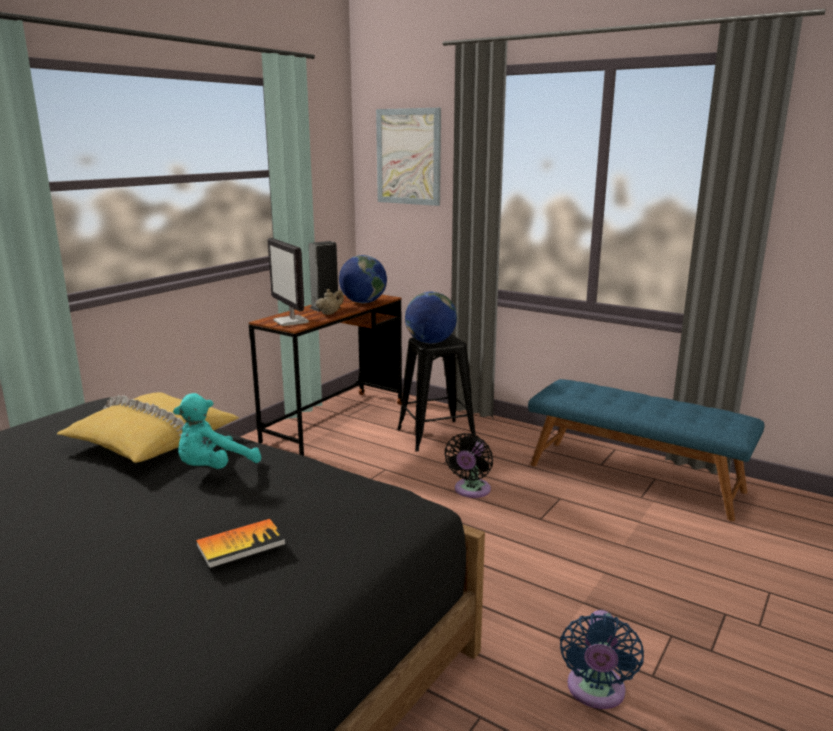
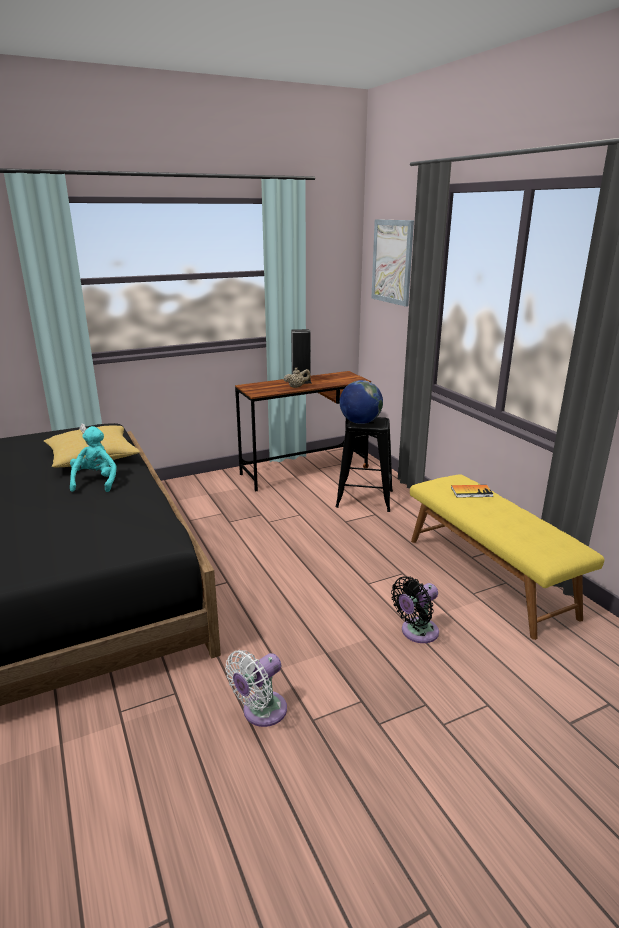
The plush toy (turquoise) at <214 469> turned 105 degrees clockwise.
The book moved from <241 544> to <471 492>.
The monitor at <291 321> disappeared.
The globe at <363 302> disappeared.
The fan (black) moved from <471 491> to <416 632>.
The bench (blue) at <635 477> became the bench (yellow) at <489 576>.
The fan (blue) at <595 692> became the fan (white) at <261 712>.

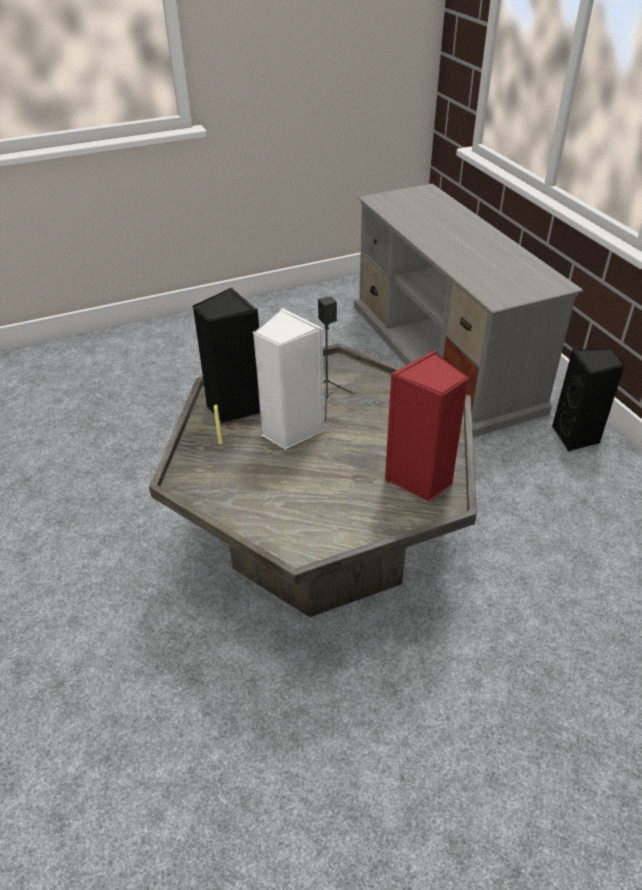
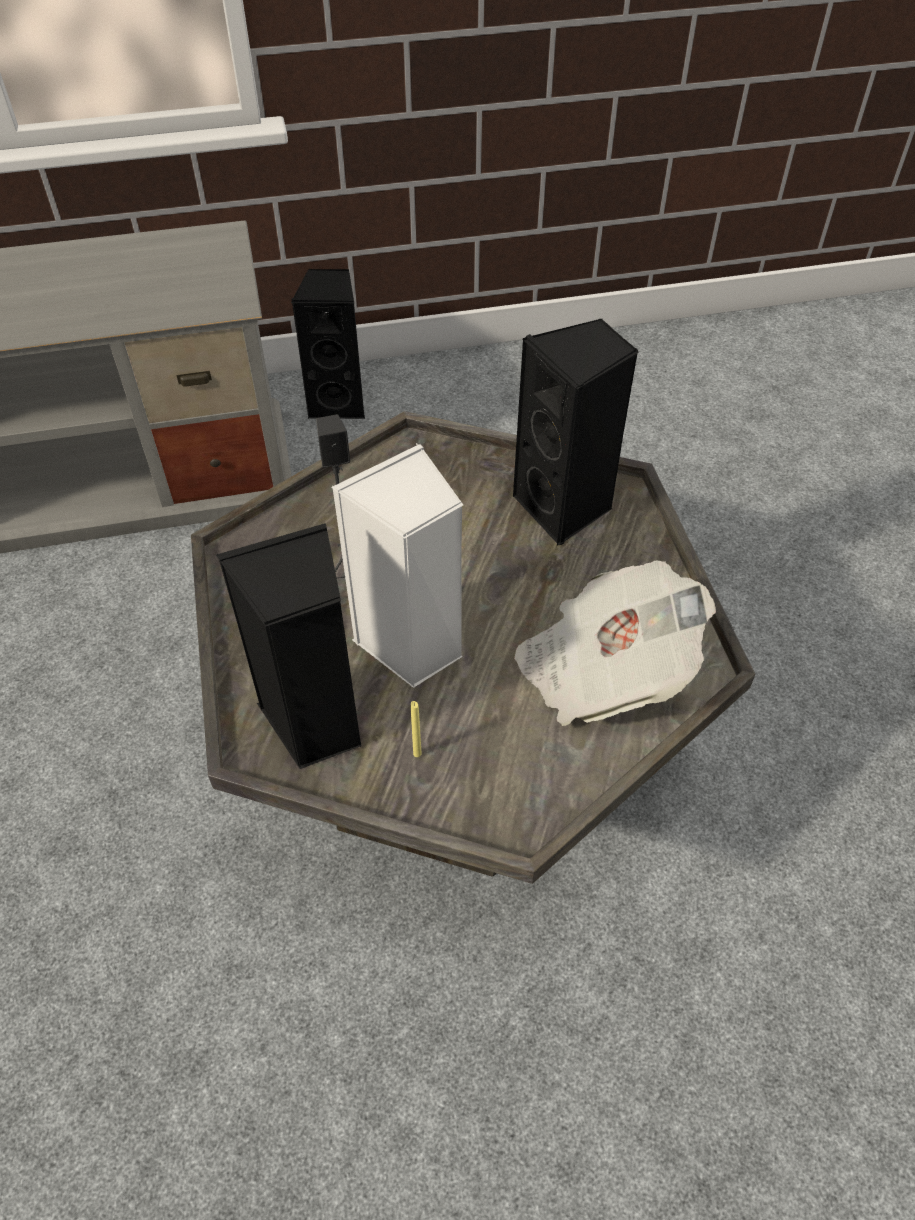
The speaker (red) at <420 480> became the speaker (black) at <565 508>.
The newspaper at <604 670> appeared.

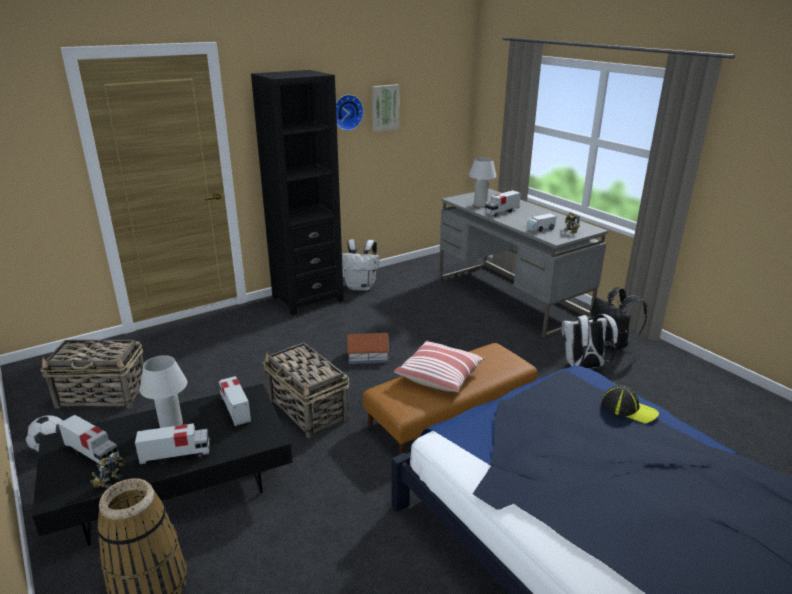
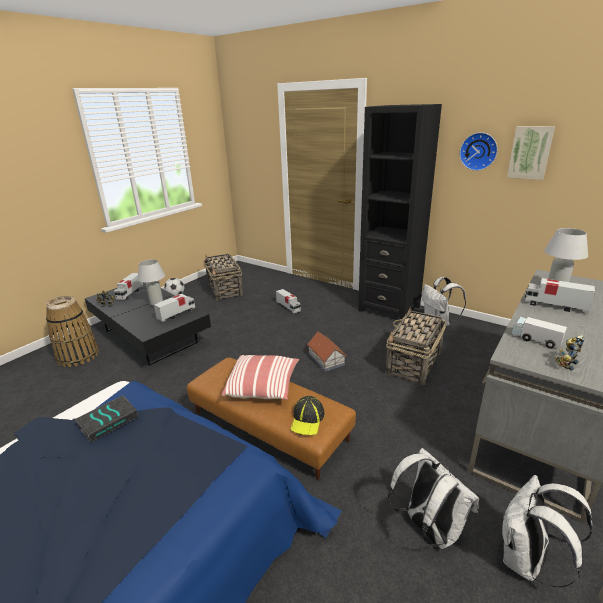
The toy truck moved from <176 455> to <288 308>.
The basket moved from <308 409> to <413 363>.
The backpack (black) at <612 345> became the backpack (white) at <526 561>.
The cap moved from <628 409> to <307 419>.
The book at <108 420> appeared.

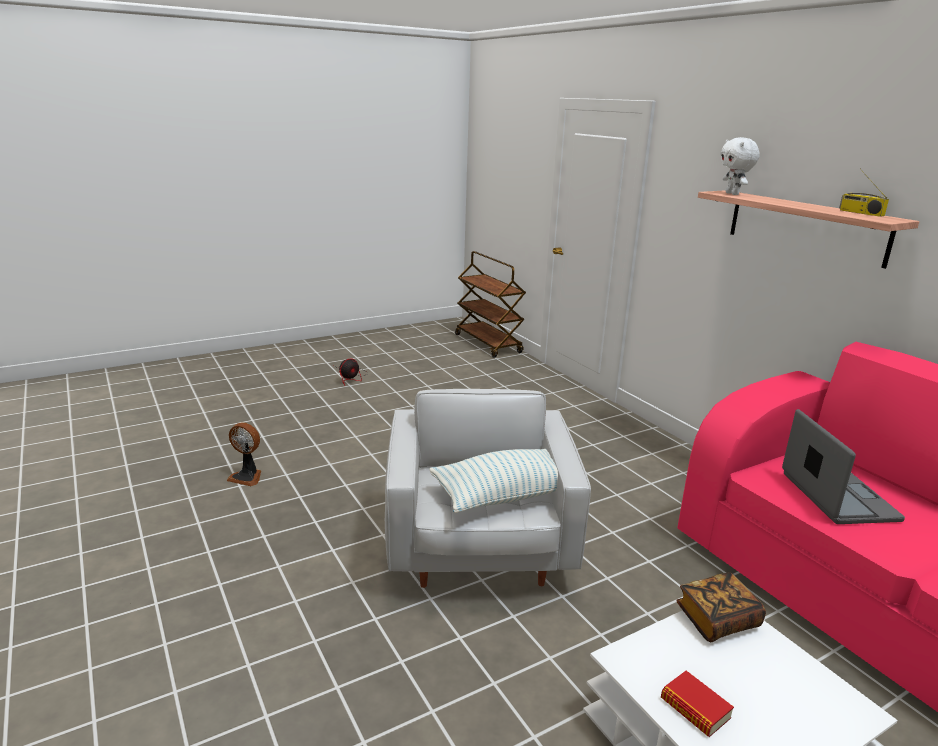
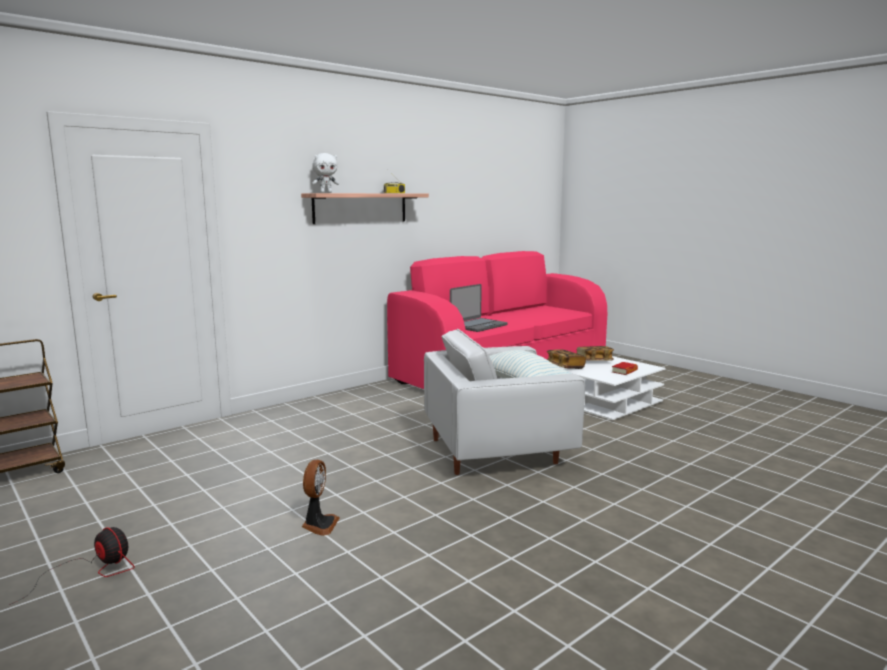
The fan moved from <247 477> to <319 525>.
The laptop at <837 497> turned 150 degrees clockwise.
The book at <594 361> appeared.

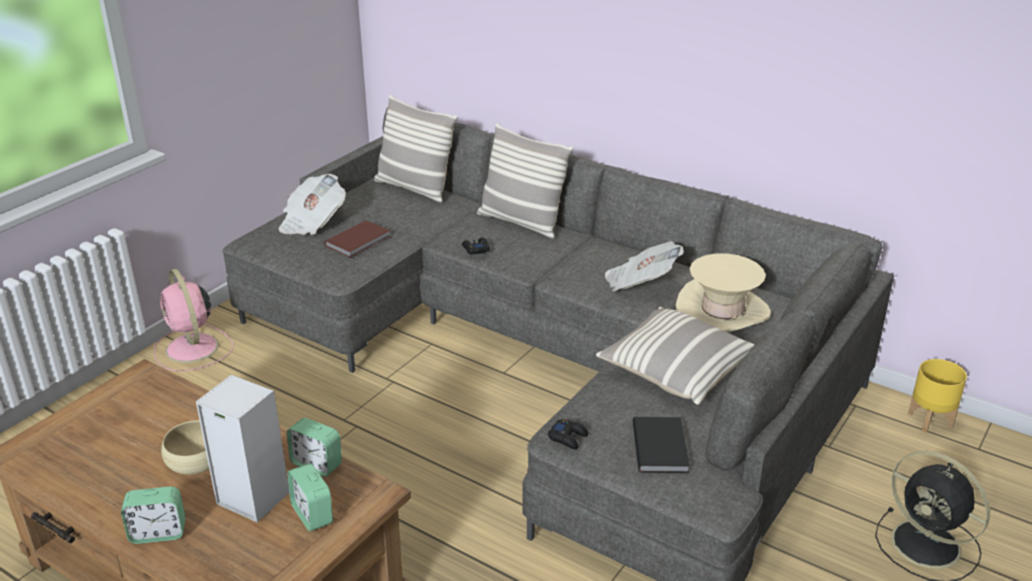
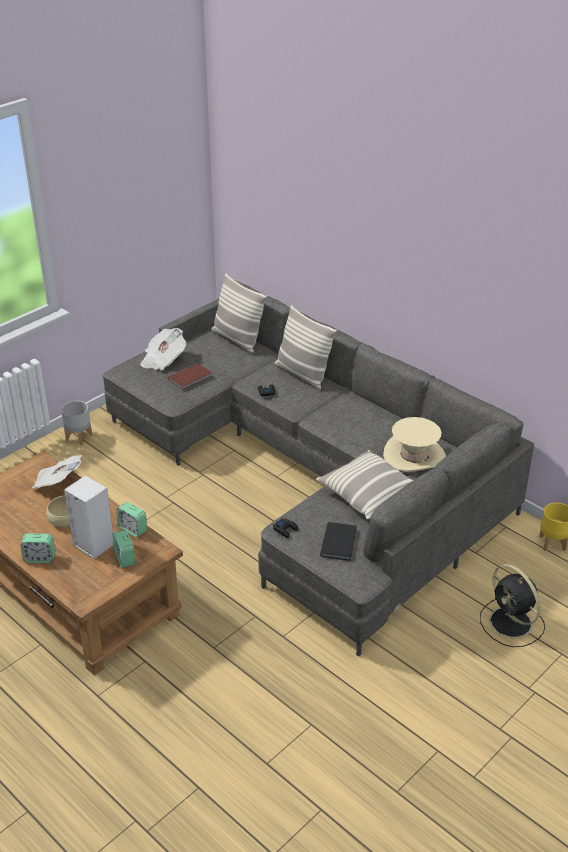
The fan (pink) at <193 349> was replaced by the planter (grey) at <79 437>.
The newspaper moved from <640 283> to <58 482>.

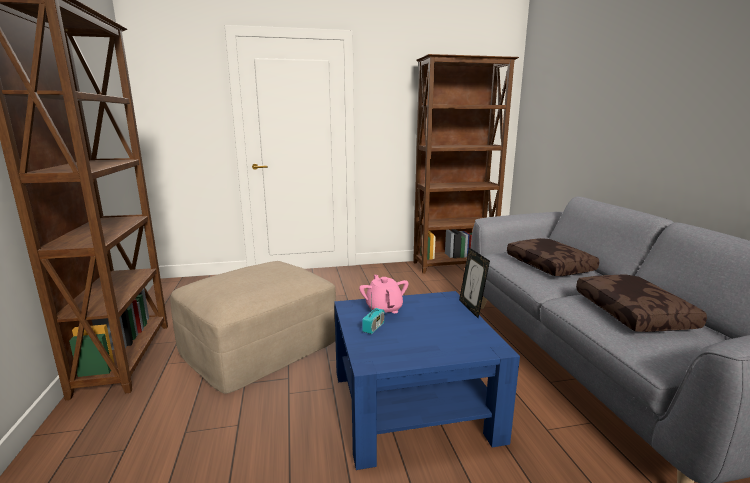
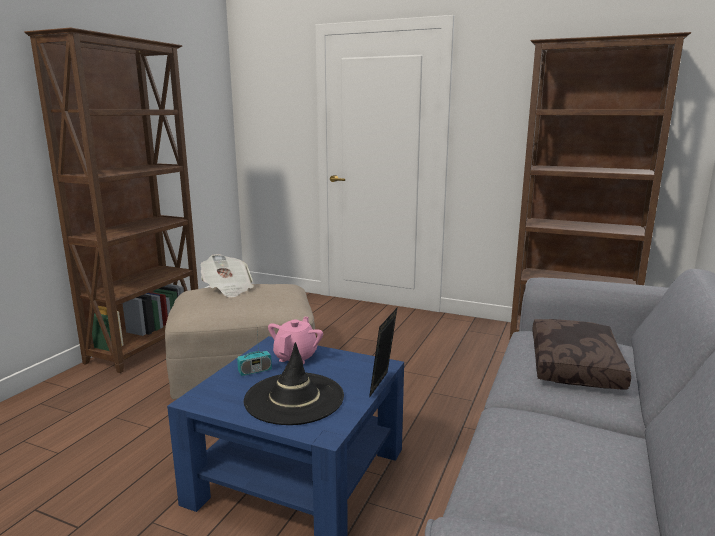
The pillow (brown) at <634 313> disappeared.
The newspaper at <228 289> appeared.
The hat (black) at <294 398> appeared.

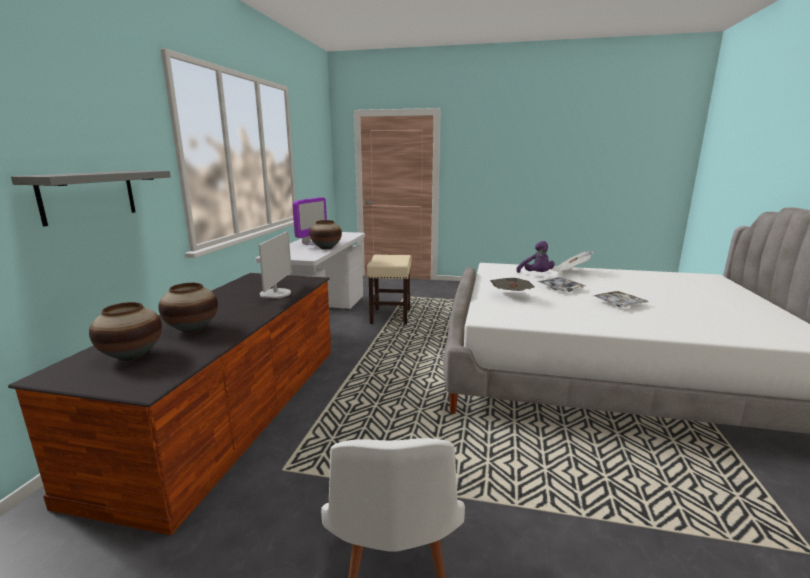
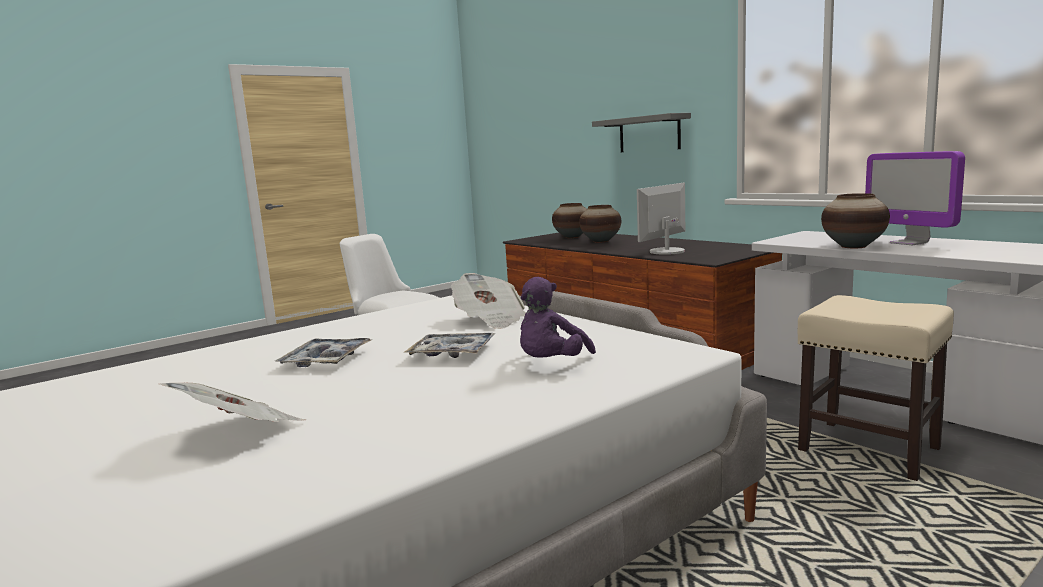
The monitor at <276 294> turned 90 degrees clockwise.
The plush toy (purple) at <536 275> turned 75 degrees counterclockwise.
The newspaper moved from <570 271> to <241 433>.

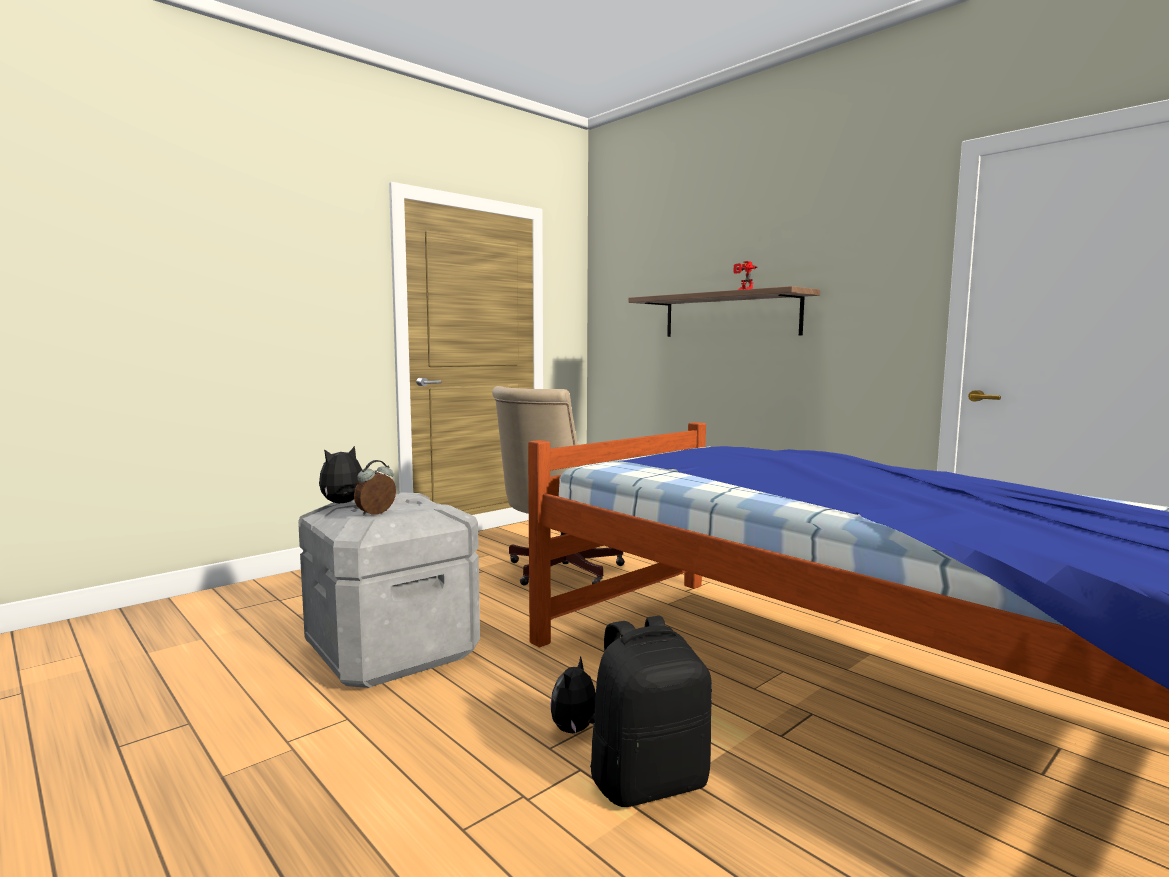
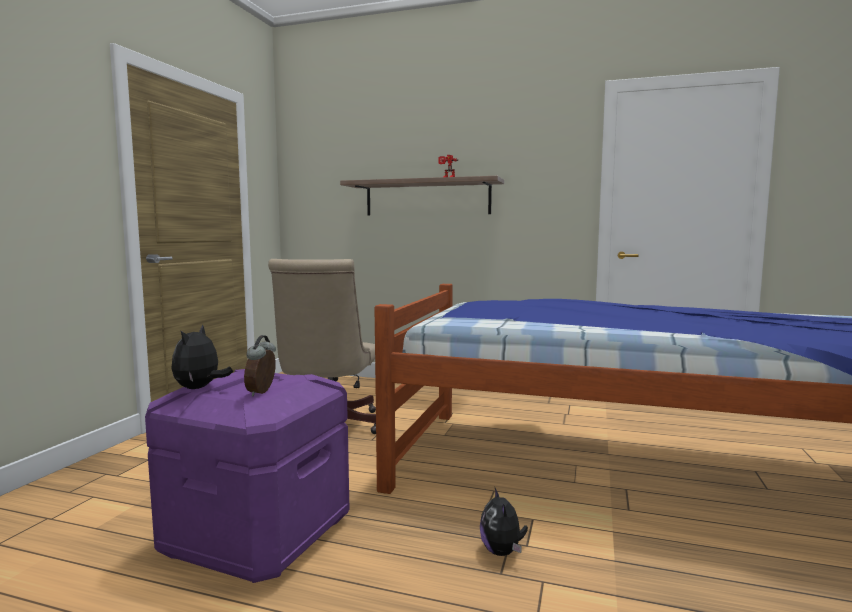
The storage box (grey) at <392 652> became the storage box (purple) at <257 536>.
The backpack (black) at <648 781> disappeared.

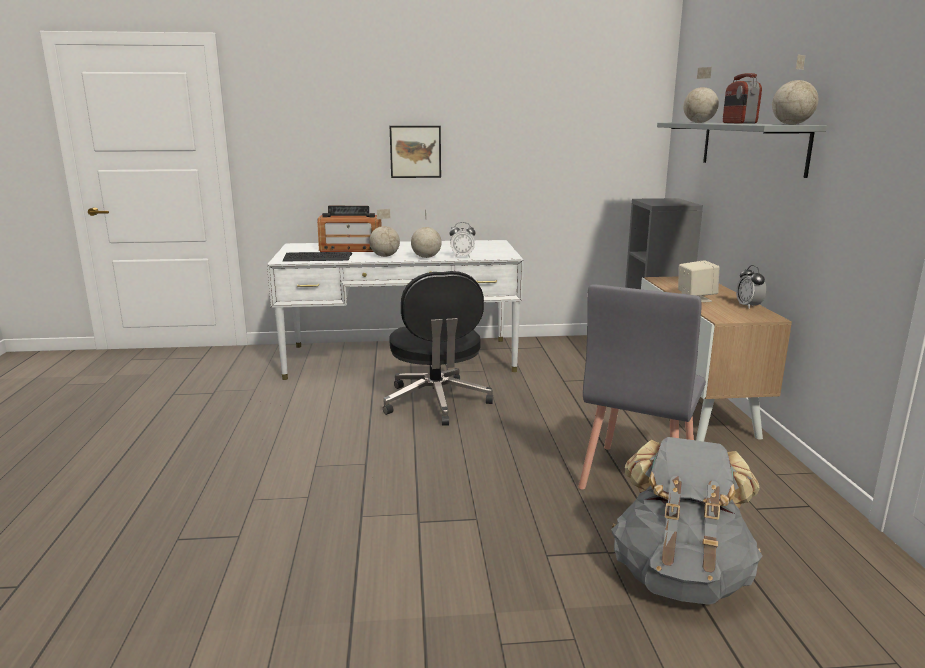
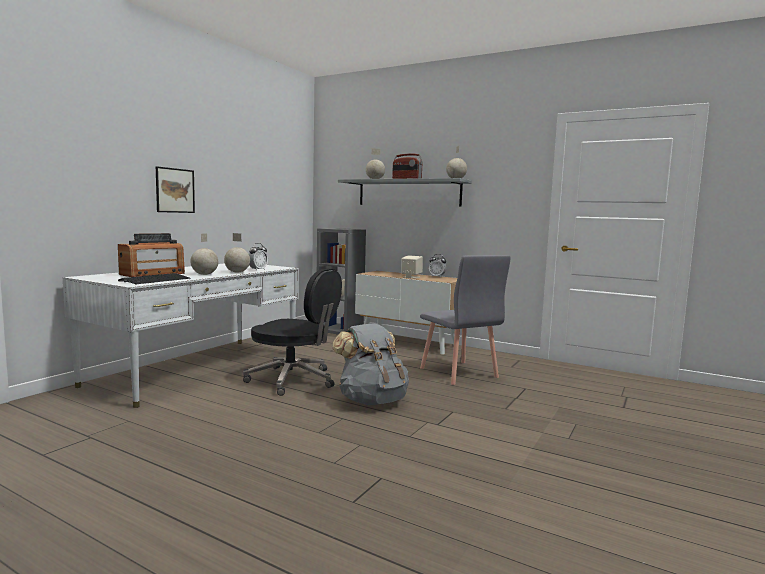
The backpack (grey) moved from <680 576> to <372 400>.

